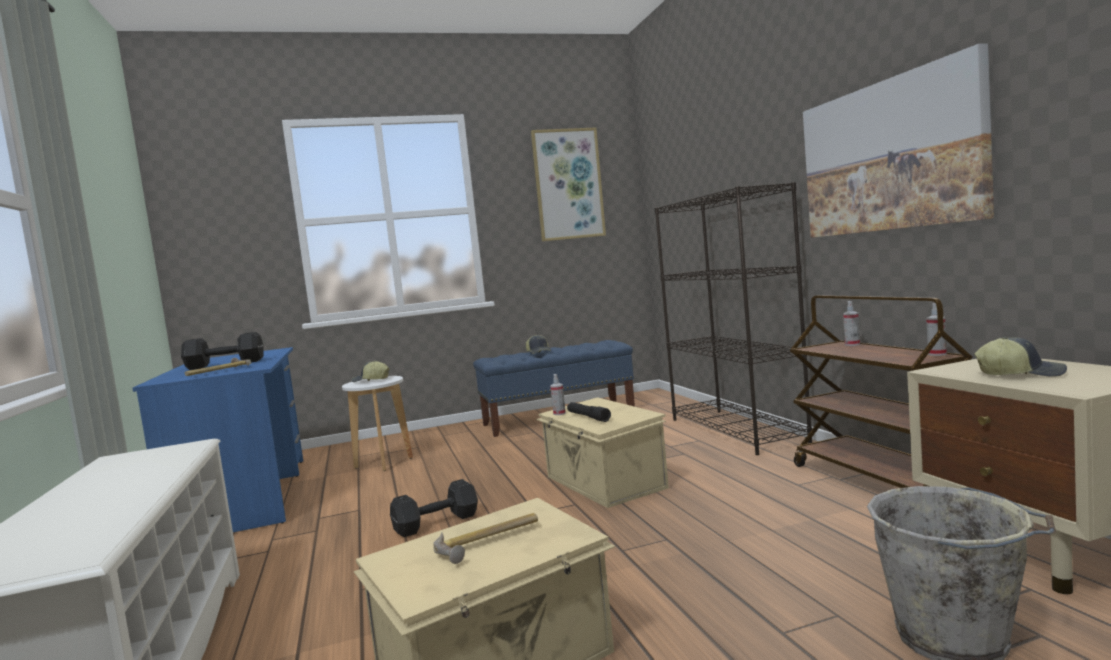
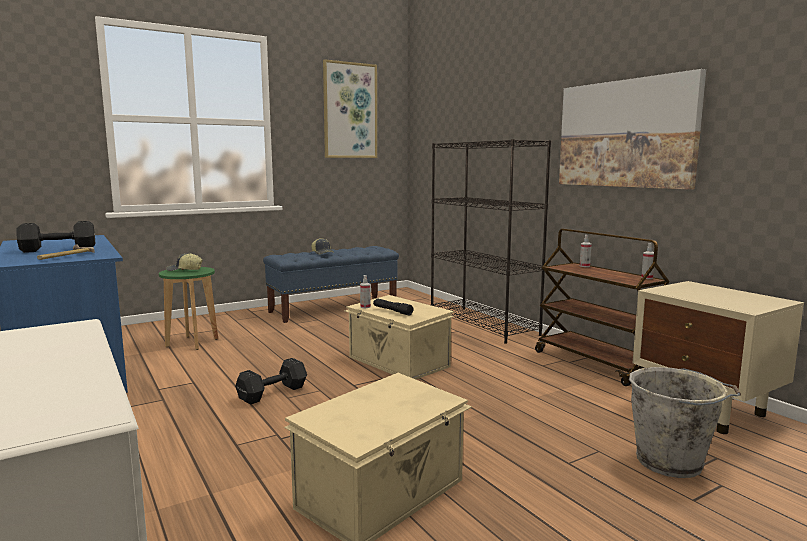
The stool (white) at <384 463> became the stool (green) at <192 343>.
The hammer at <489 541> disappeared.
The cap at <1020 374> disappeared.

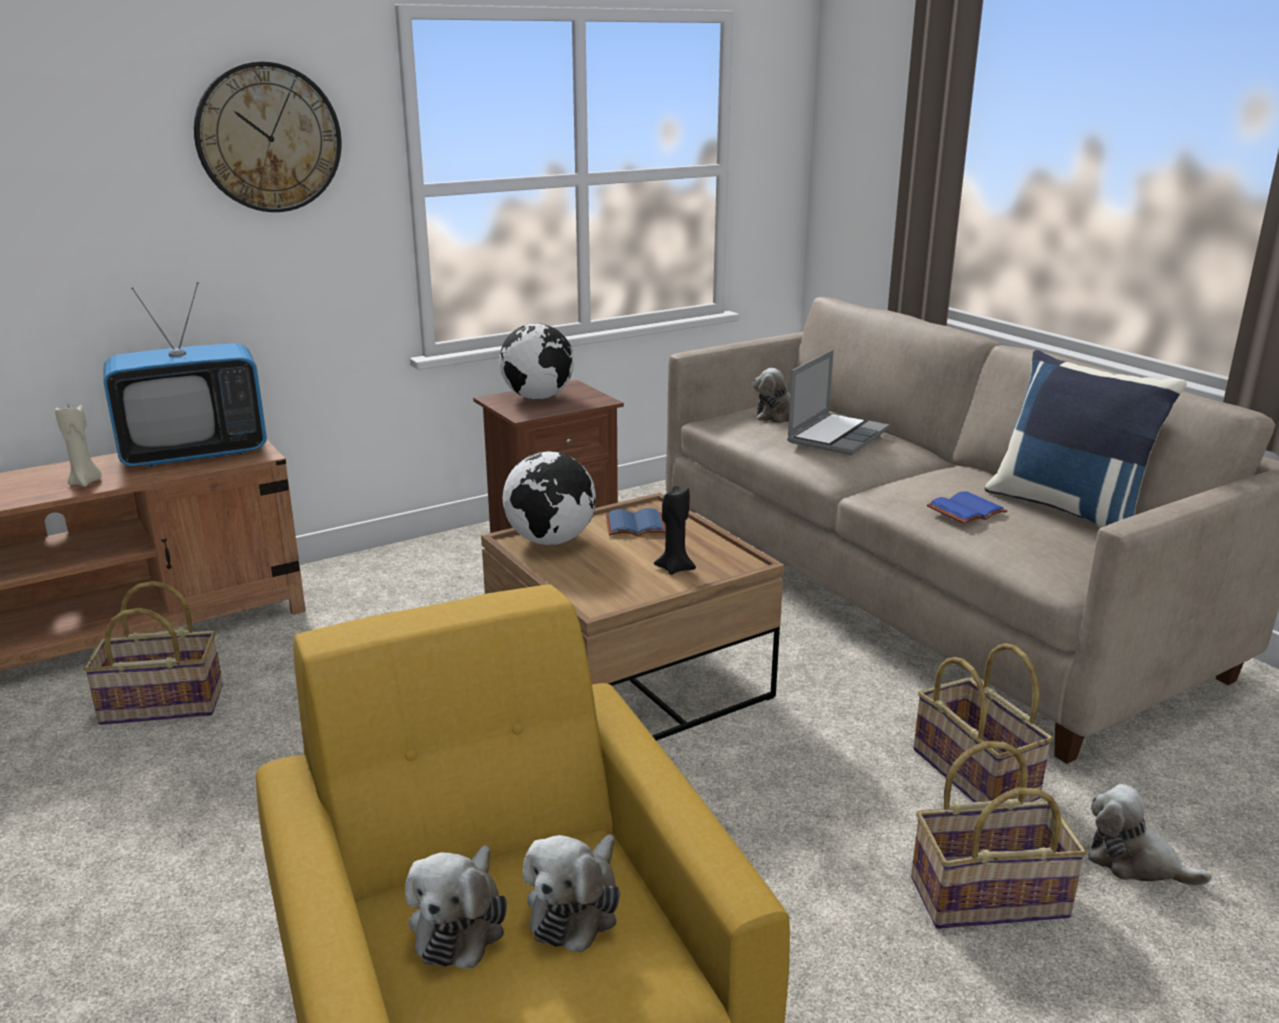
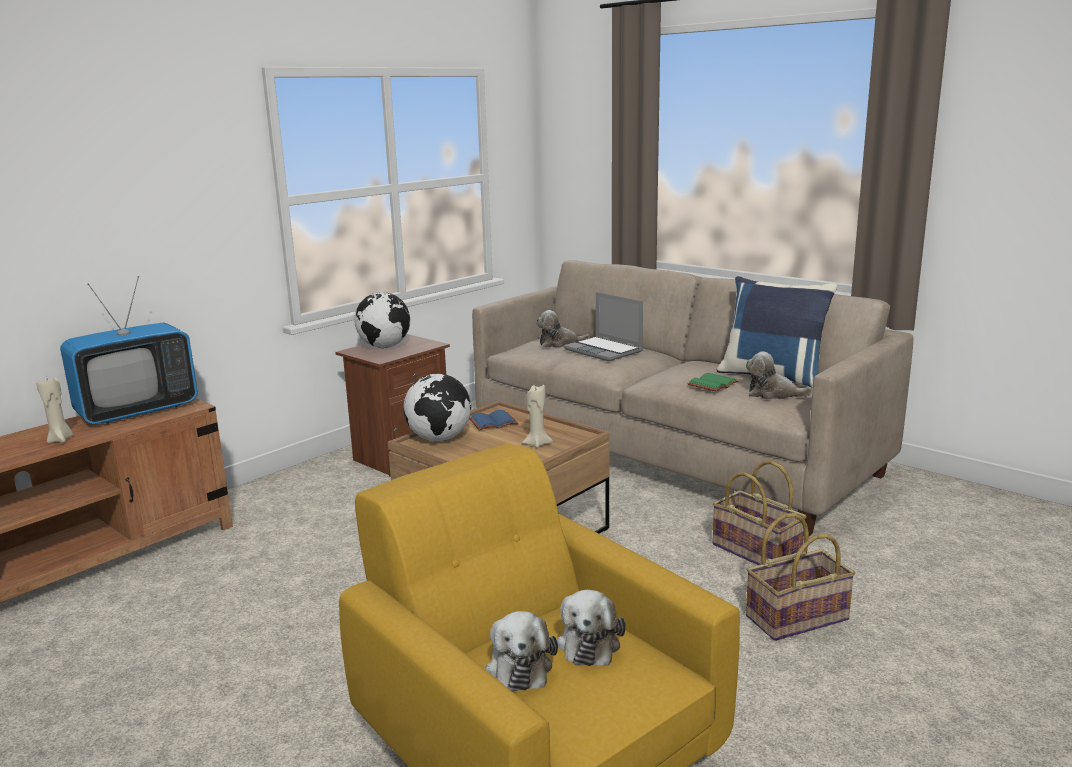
The basket at <161 706> disappeared.
The wall clock at <268 138> disappeared.
The candle (black) at <675 568> became the candle (beige) at <537 444>.
The laptop at <837 436> turned 120 degrees clockwise.
The book (blue) at <967 511> became the book (green) at <713 385>.
The plush toy moved from <1135 862> to <773 394>.

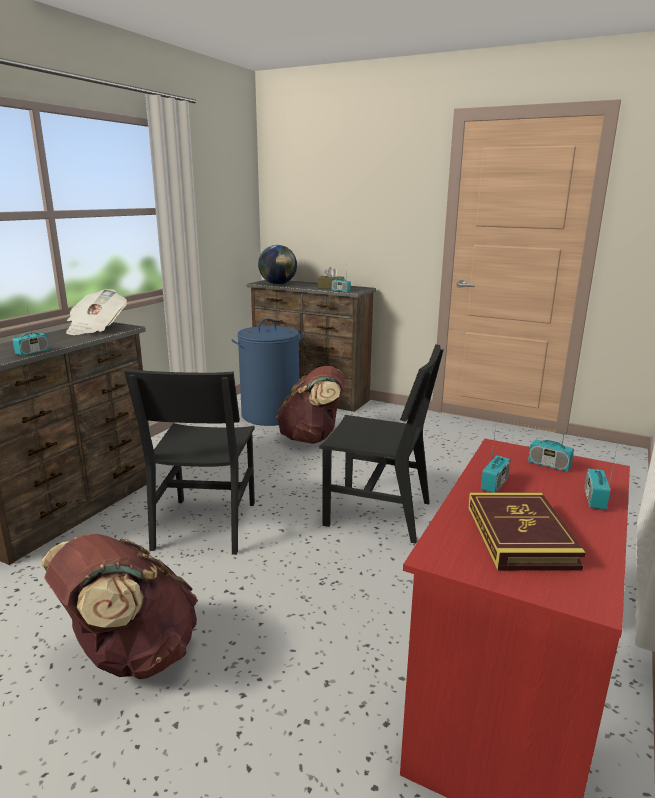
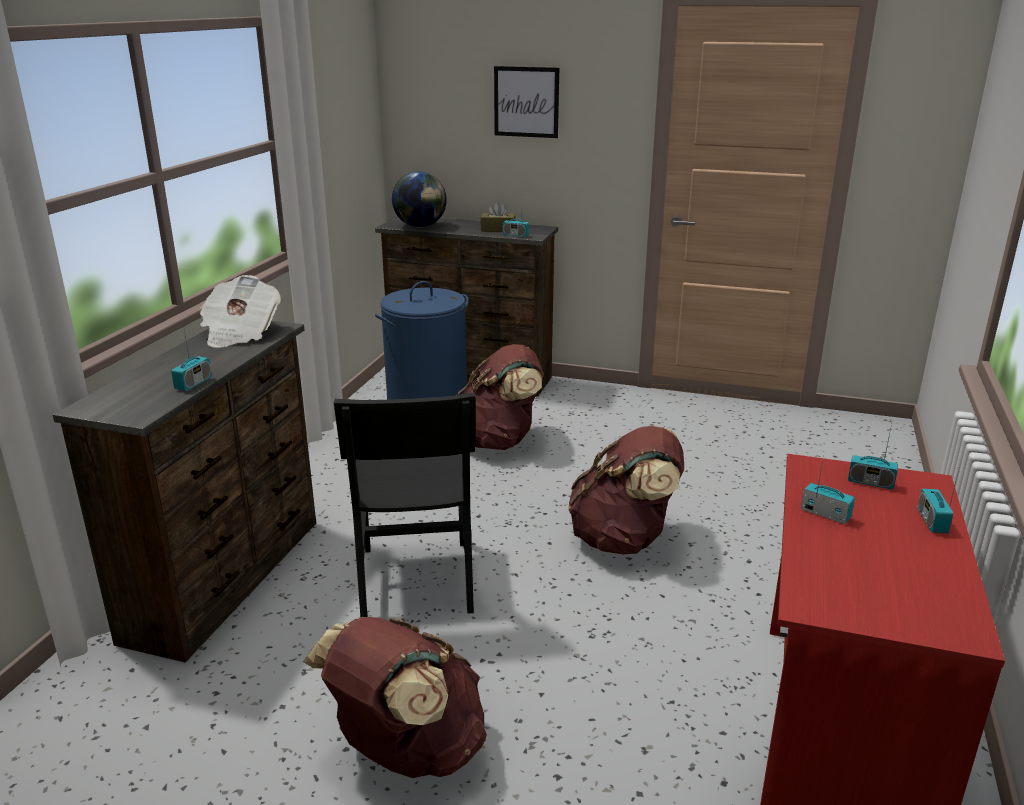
The chair (black) at <378 514> was replaced by the backpack (brown) at <624 539>.
The book at <520 536> disappeared.
The radio at <494 484> turned 75 degrees counterclockwise.
The picture at <526 102> appeared.

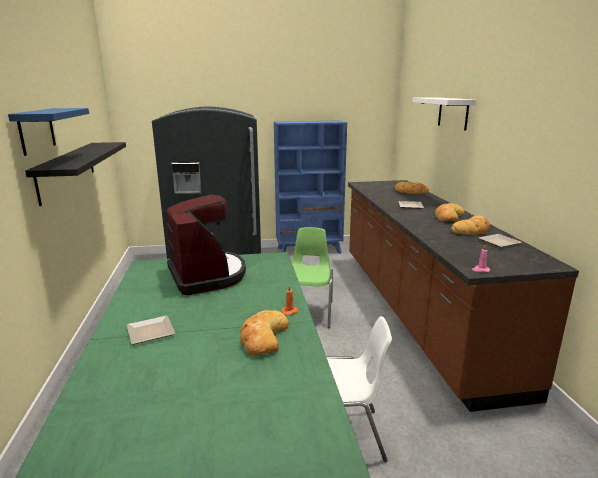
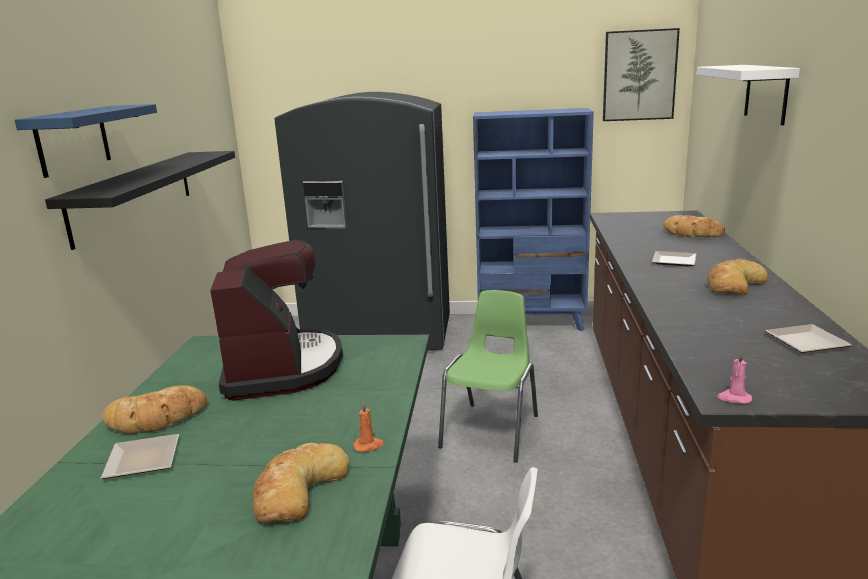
The bread moved from <472 230> to <157 418>.
The picture at <639 75> appeared.

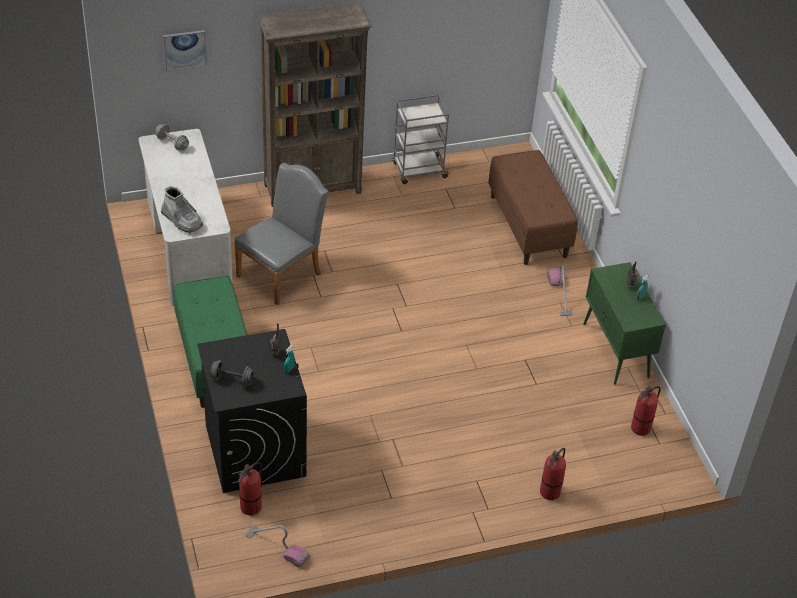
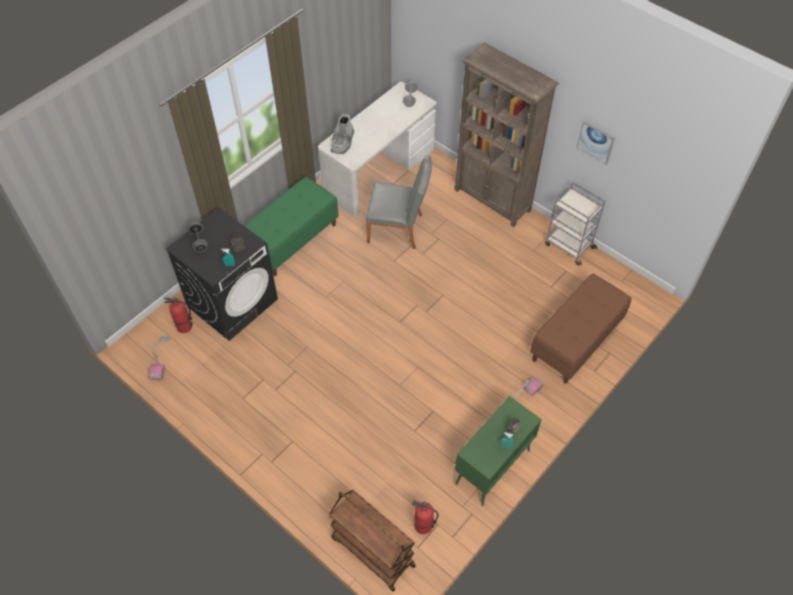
The picture moved from <184 49> to <595 142>.
The fire extinguisher at <550 492> disappeared.
The cart (brown) at <372 551> appeared.

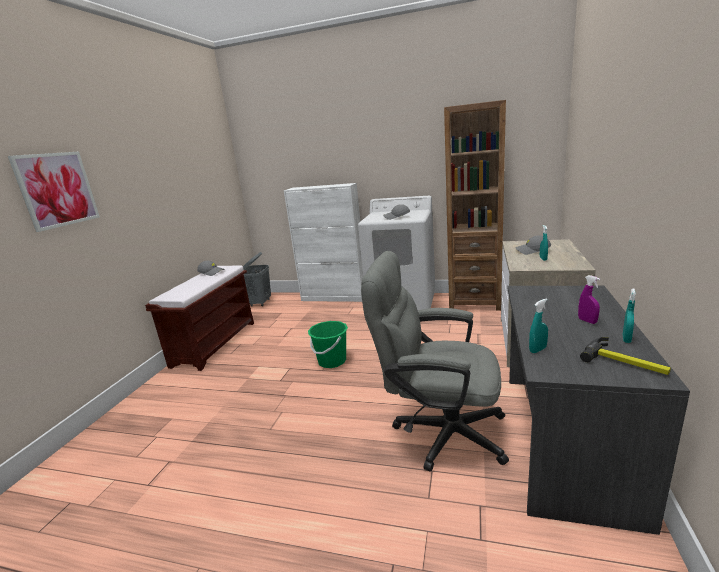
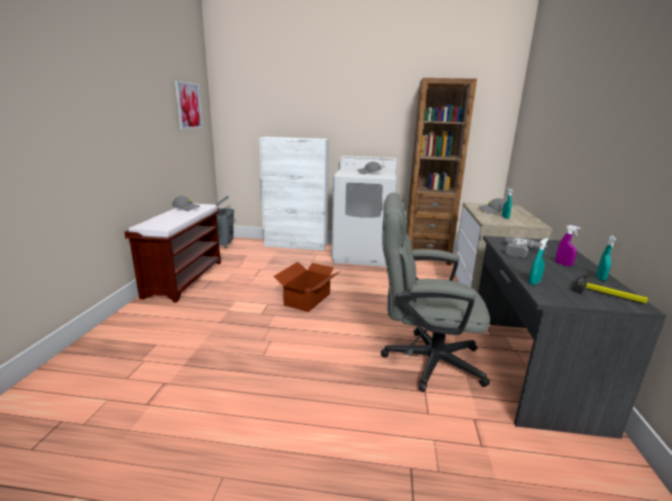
The picture moved from <57 190> to <188 105>.
The bucket (green) at <332 361> was replaced by the cardboard box at <308 299>.
The power drill at <523 252> appeared.

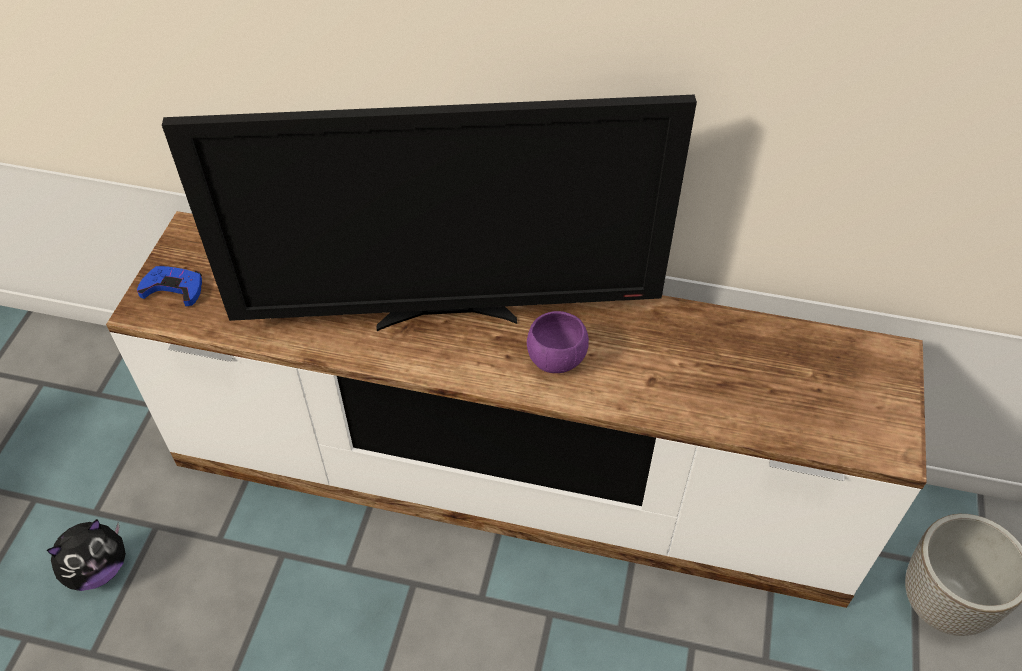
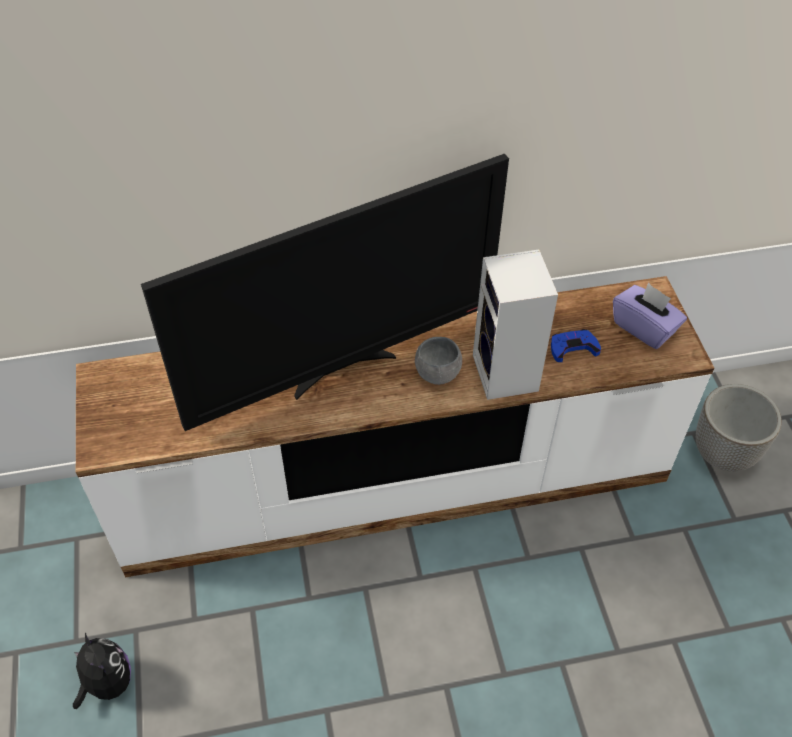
The plush toy at <98 569> turned 60 degrees counterclockwise.
The game controller (blue) moved from <173 288> to <573 348>.
The bowl (purple) at <556 358> became the bowl (grey) at <437 373>.
The speaker at <507 375> appeared.
The tissue box (purple) at <644 328> appeared.

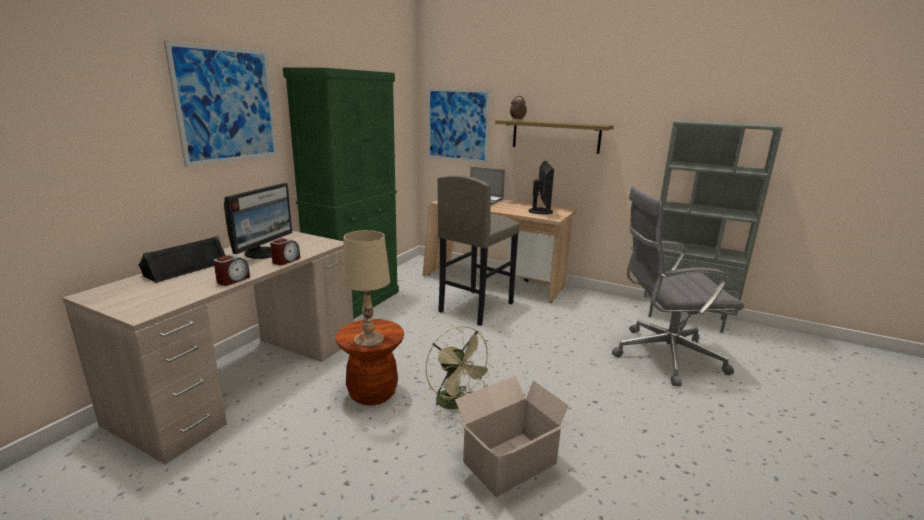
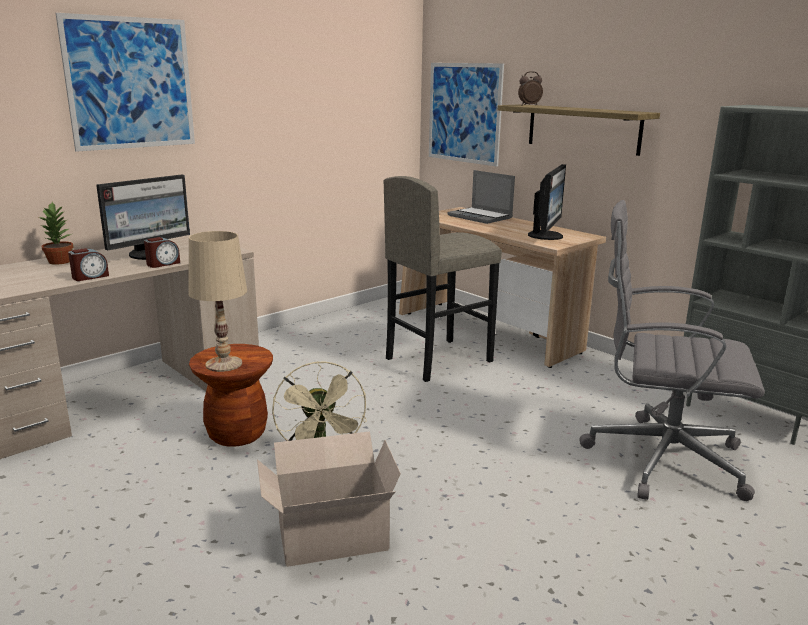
The speaker (black) at <185 268> was replaced by the potted plant at <60 261>.
The cabinet (green) at <355 302> disappeared.

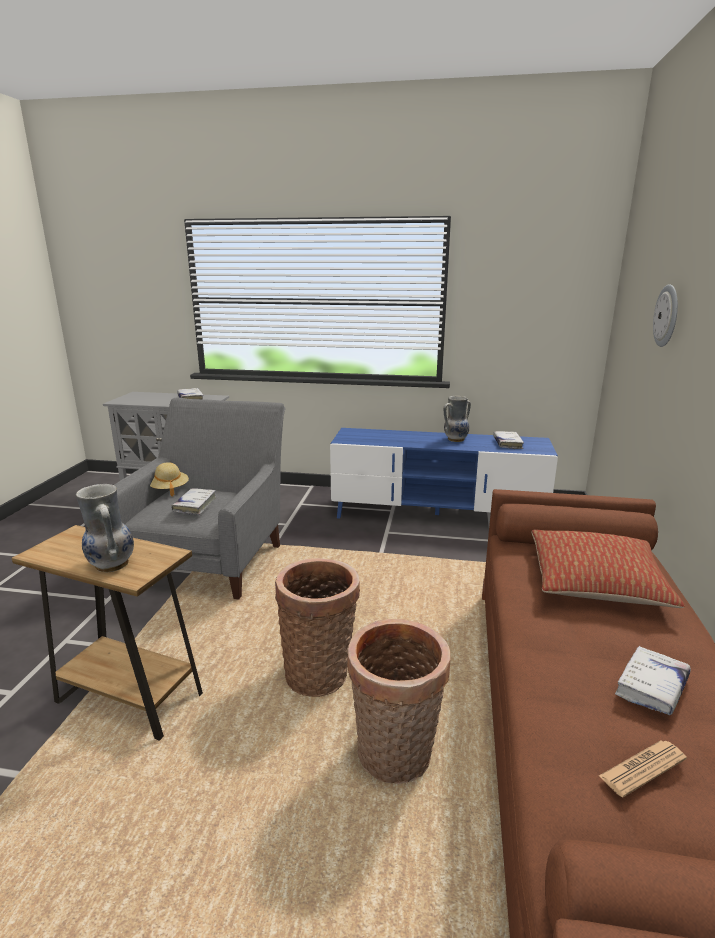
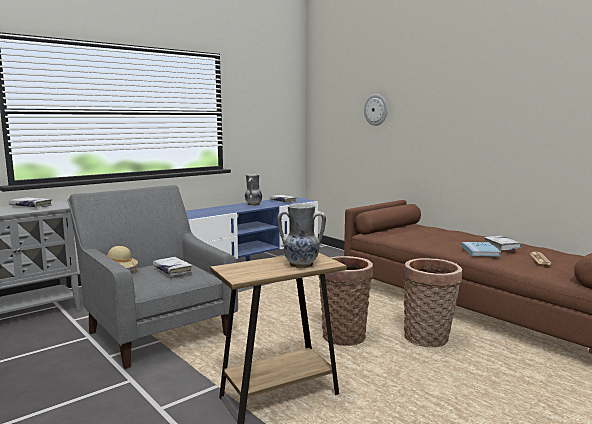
The pillow at <595 583> disappeared.
The book (blue) at <480 251> appeared.

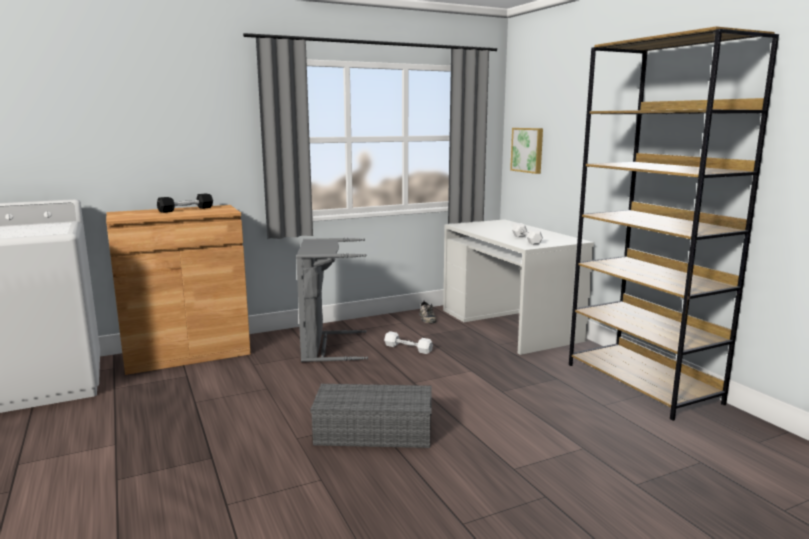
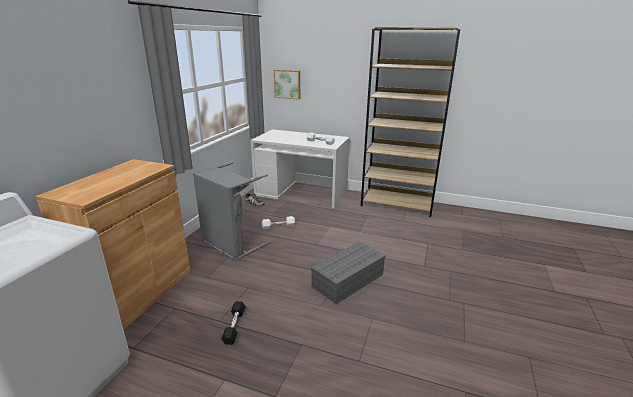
The dumbbell (black) moved from <186 209> to <234 326>.

